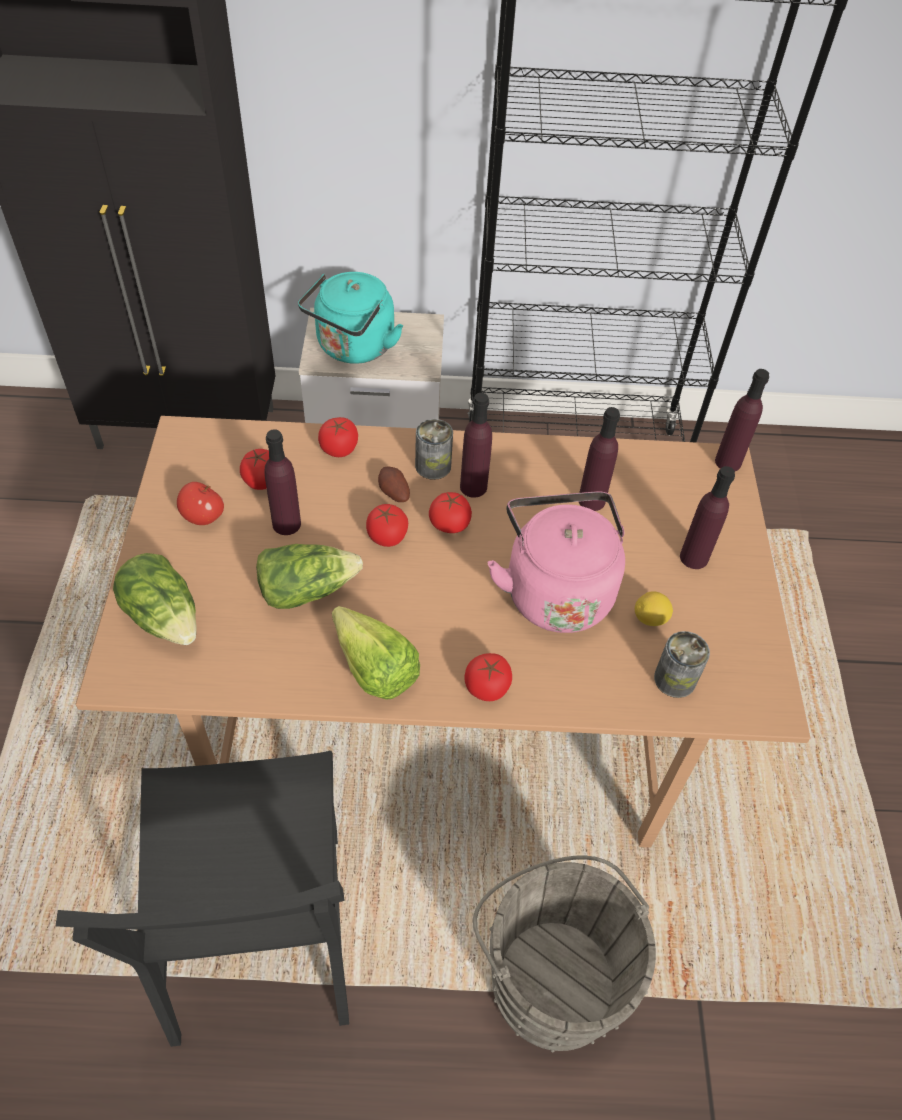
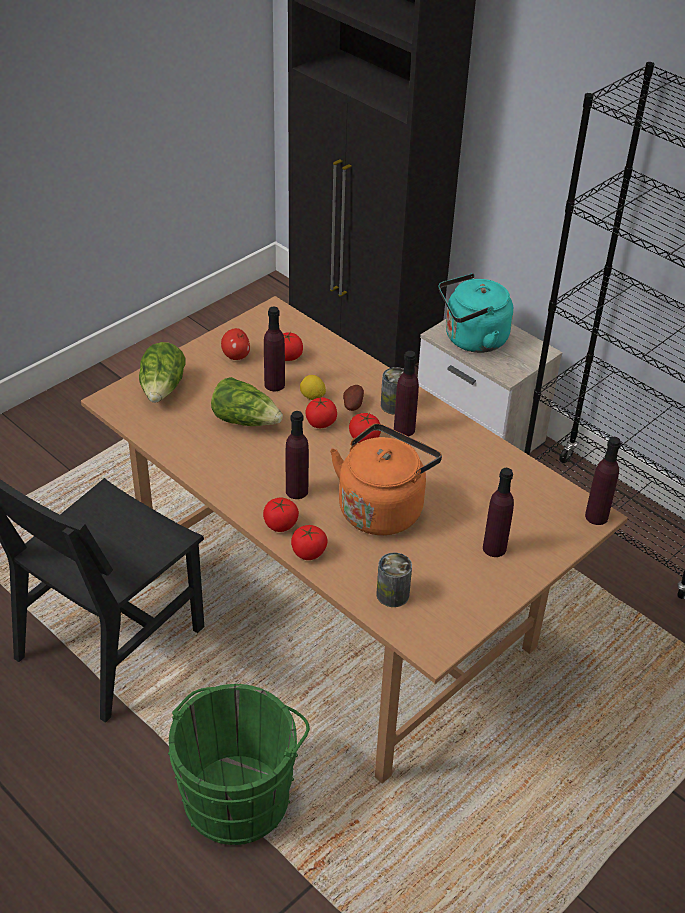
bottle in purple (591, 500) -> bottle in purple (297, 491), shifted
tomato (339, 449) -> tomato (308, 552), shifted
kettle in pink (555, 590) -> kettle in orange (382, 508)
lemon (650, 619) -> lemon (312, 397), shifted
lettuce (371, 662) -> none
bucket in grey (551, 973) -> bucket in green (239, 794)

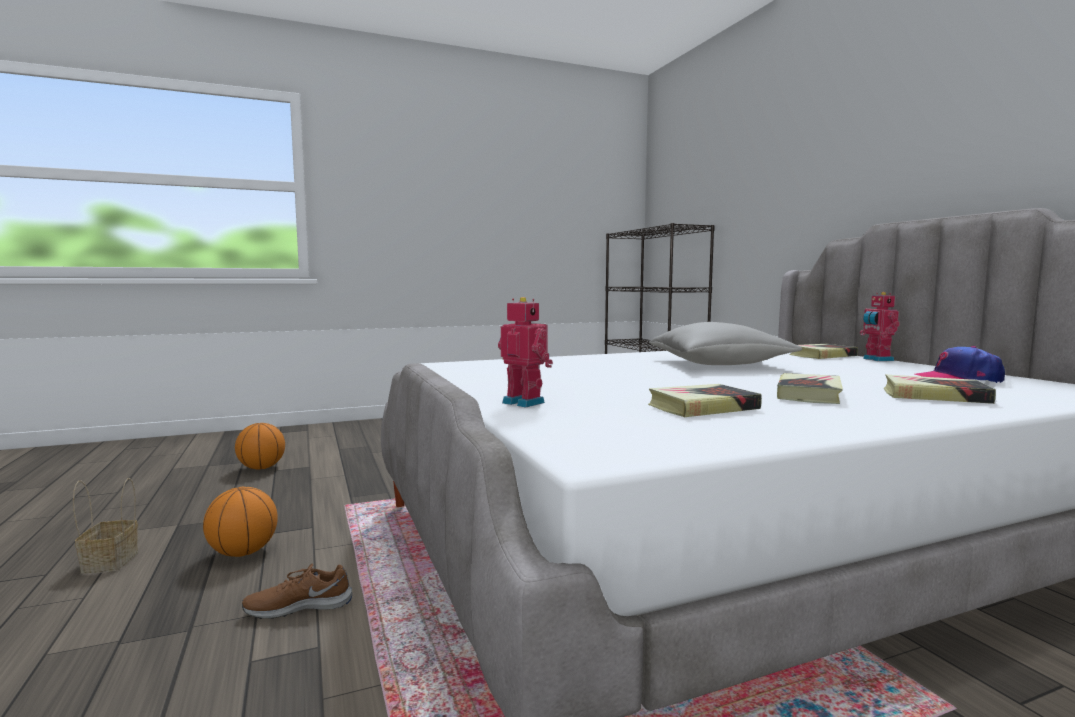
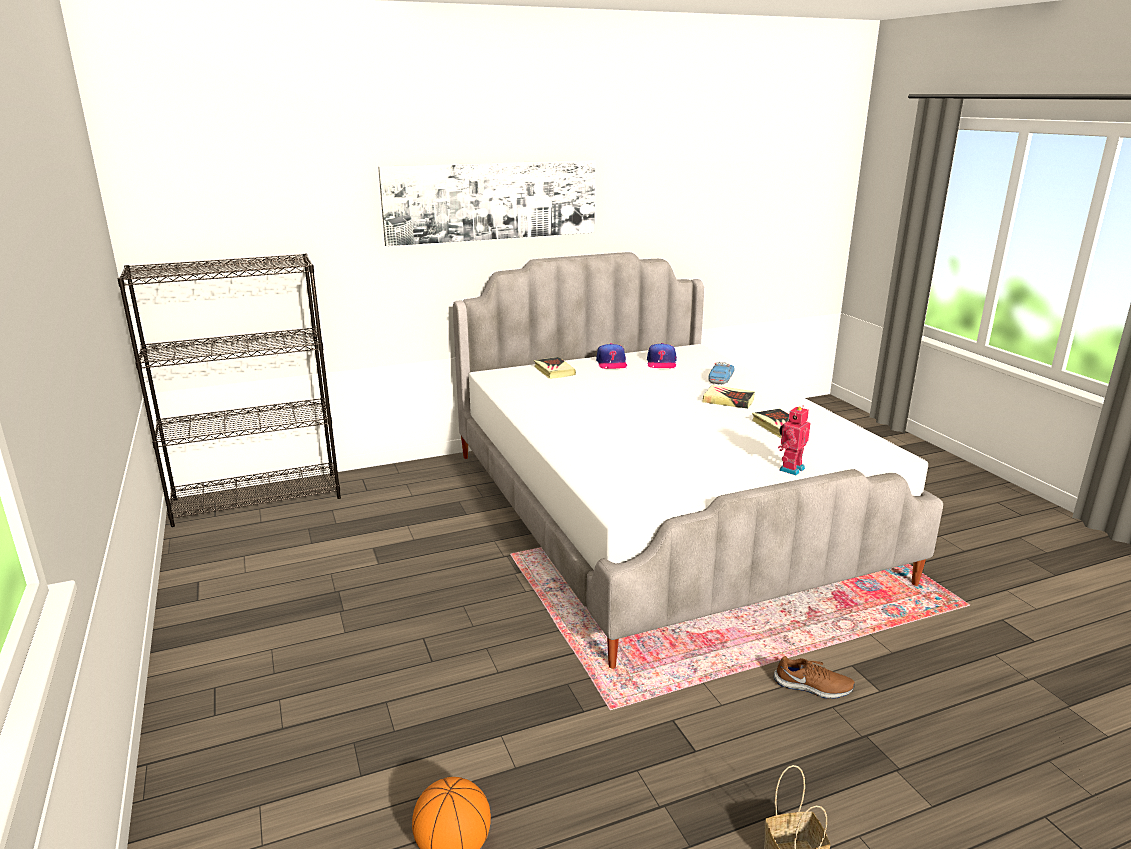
toy robot (876, 359) -> none
pillow in grey (719, 364) -> none
book (934, 396) -> toy car (720, 378)
basketball (243, 552) -> none
shoe in brown (299, 606) -> shoe in brown (813, 687), 60 degrees counterclockwise
none -> picture (491, 201)
none -> cap (611, 363)

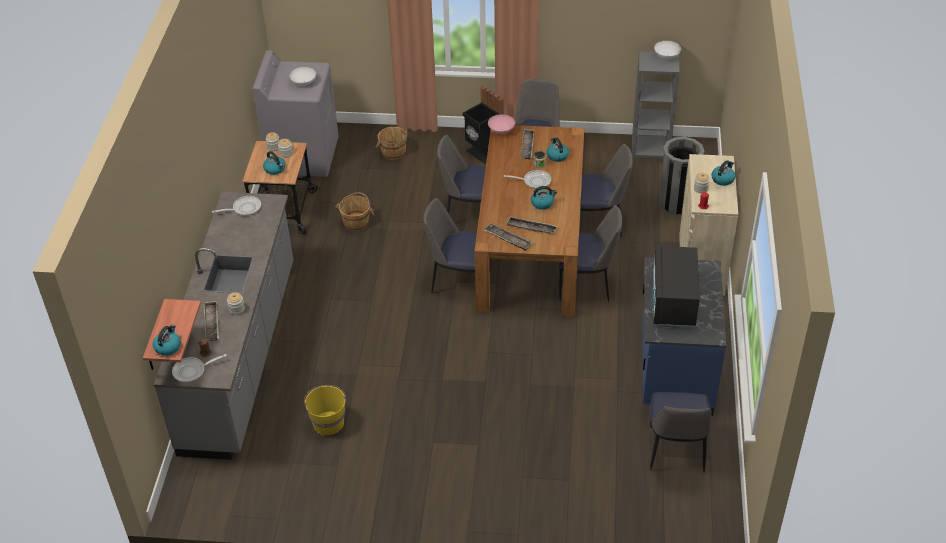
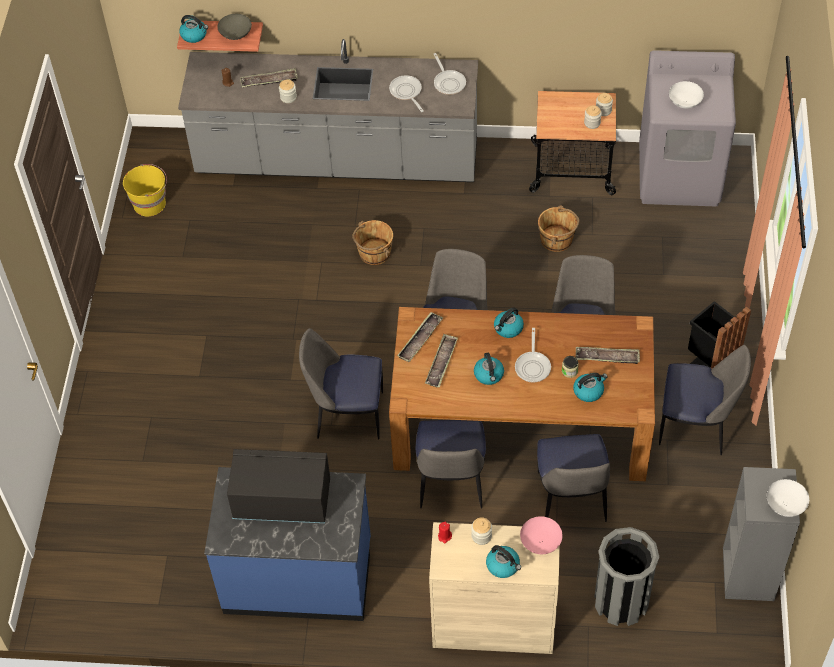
bowl in pink (501, 130) -> bowl in pink (540, 542), shifted
bucket in brown (394, 152) -> bucket in brown (374, 253), shifted
kettle (275, 169) -> kettle (508, 328), shifted
frying pan (192, 371) -> frying pan (406, 92), shifted
bucket in yellow (328, 422) -> bucket in yellow (150, 203), shifted
chair (676, 451) -> chair (347, 414), shifted
none -> bowl in grey (236, 34)

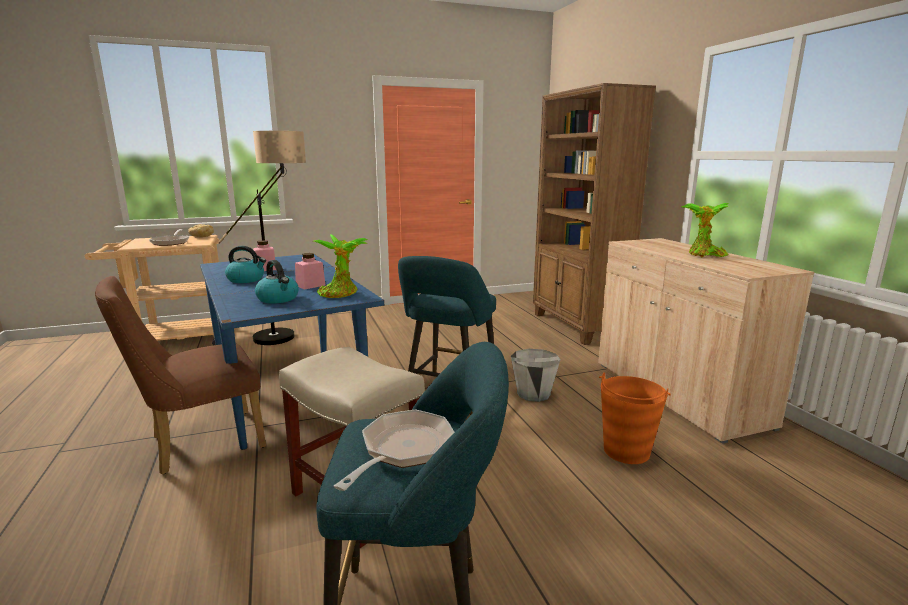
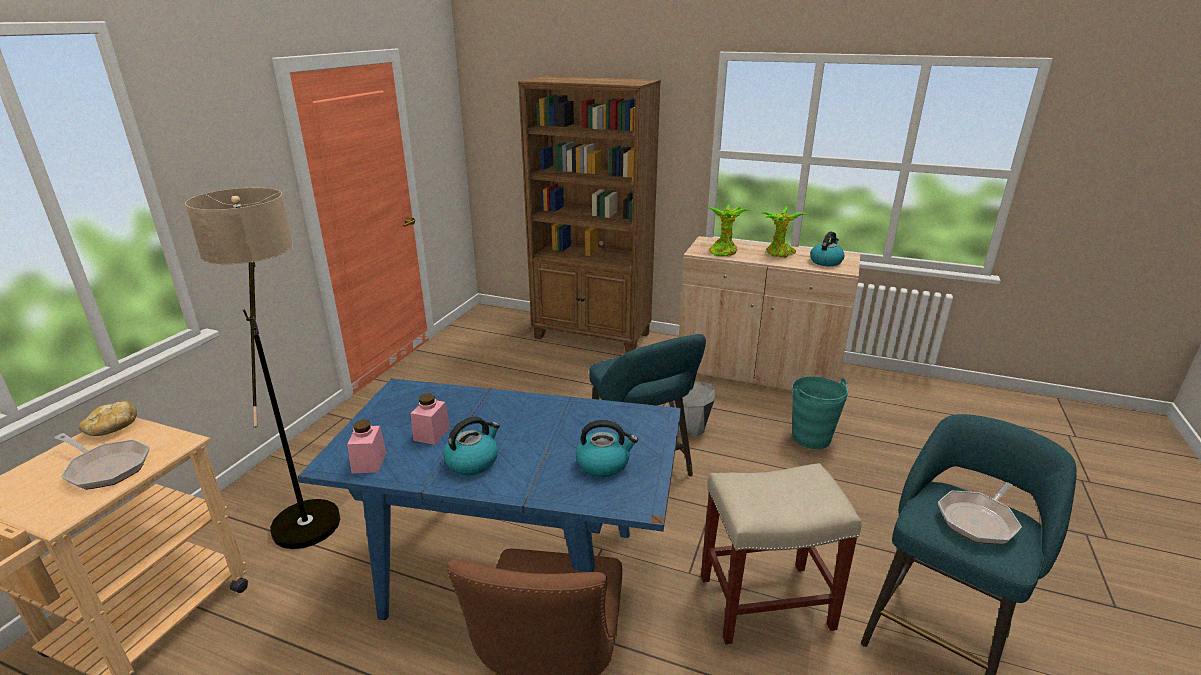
potted plant (341, 294) -> potted plant (723, 251), shifted
jar in pink (310, 285) -> jar in pink (369, 462), shifted
bucket in orange (626, 451) -> bucket in turquoise (811, 438)
frying pan (403, 450) -> frying pan (979, 519), 105 degrees counterclockwise
none -> kettle (826, 261)

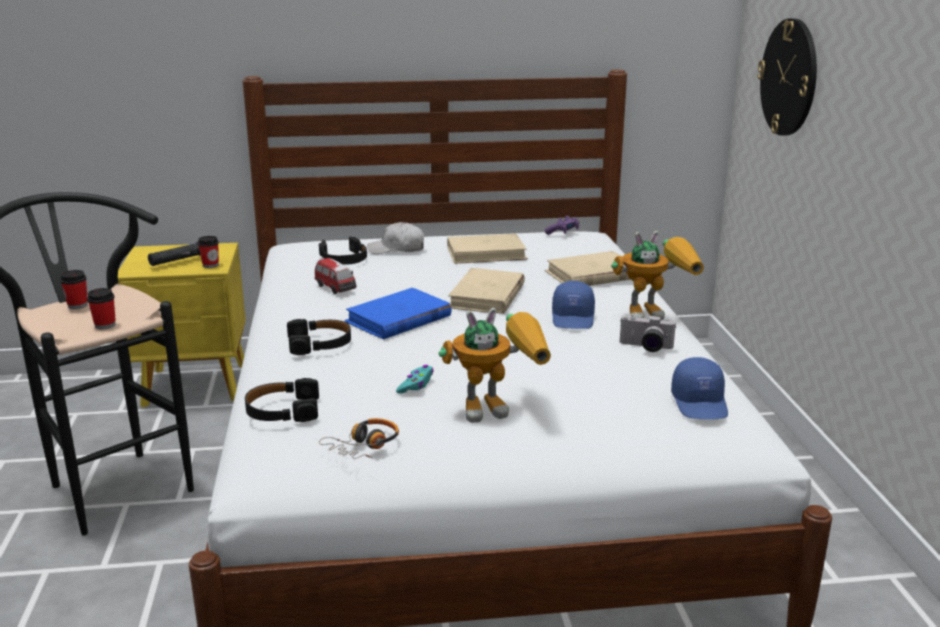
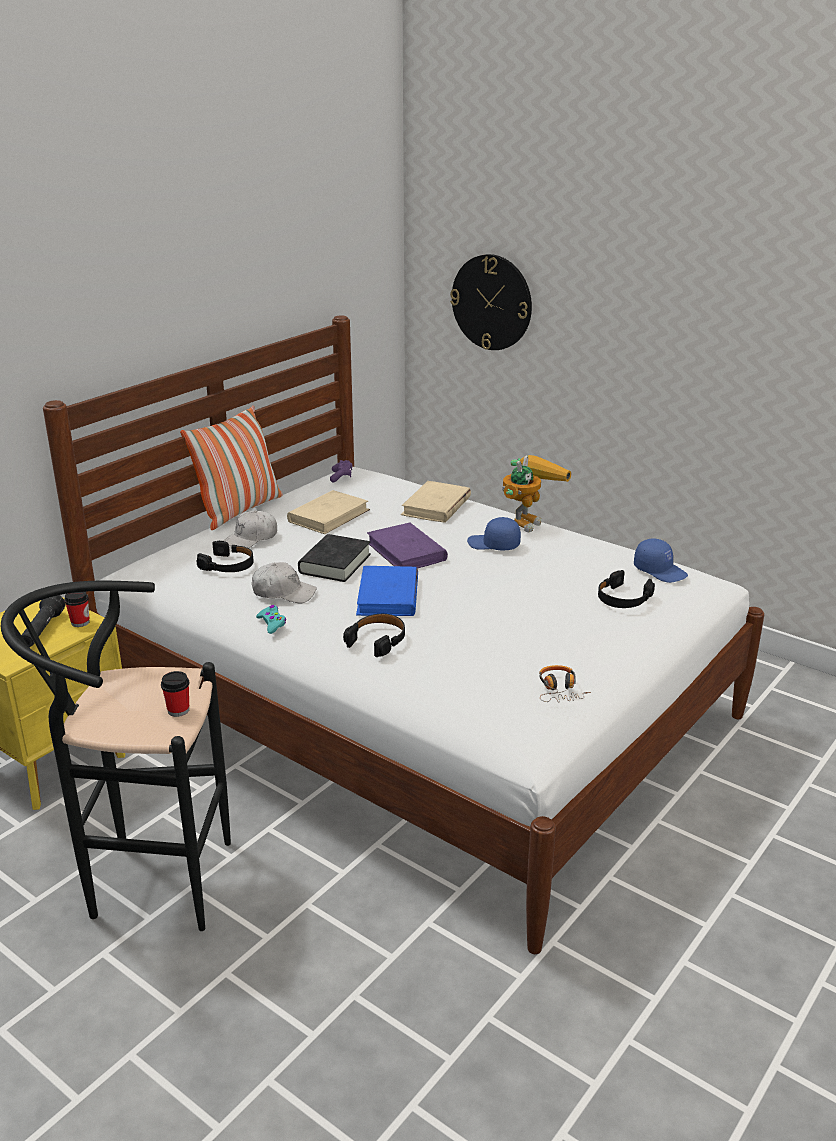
toy car (336, 288) -> cap in white (283, 592)
book in beige (487, 296) -> book in purple (406, 552)
cup (77, 305) -> none
cap in blue (573, 318) -> cap in blue (493, 545), 150 degrees clockwise
toy robot (499, 407) -> none
photo camera (645, 347) -> none
game controller in turquoise (416, 385) -> game controller in turquoise (272, 623), shifted
headphones in black (282, 411) -> headphones in black (623, 598), shifted
none -> pillow (239, 510)
none -> book in black (335, 564)

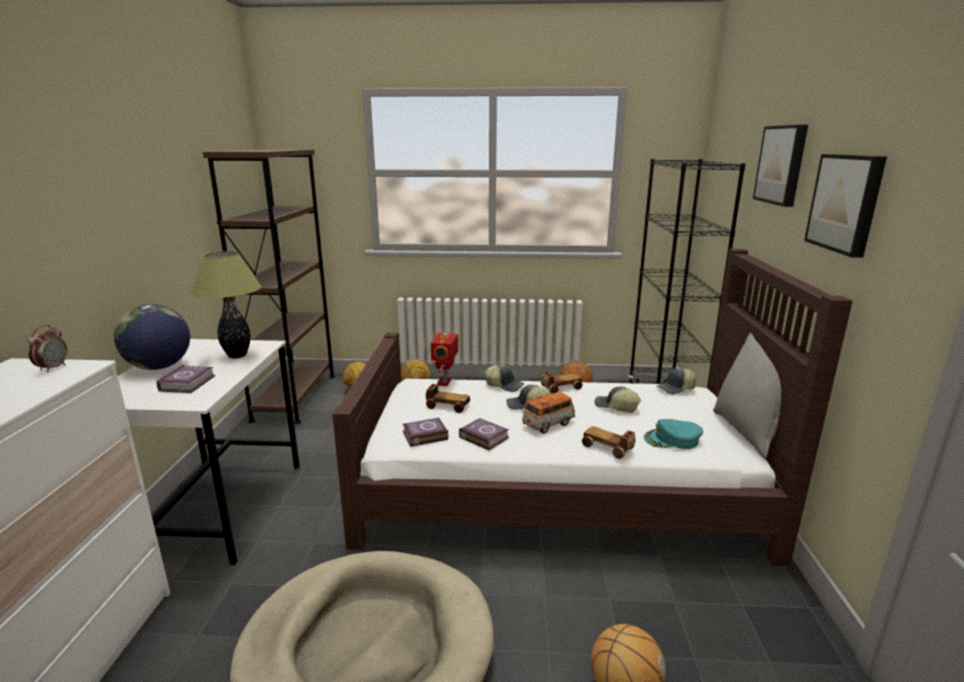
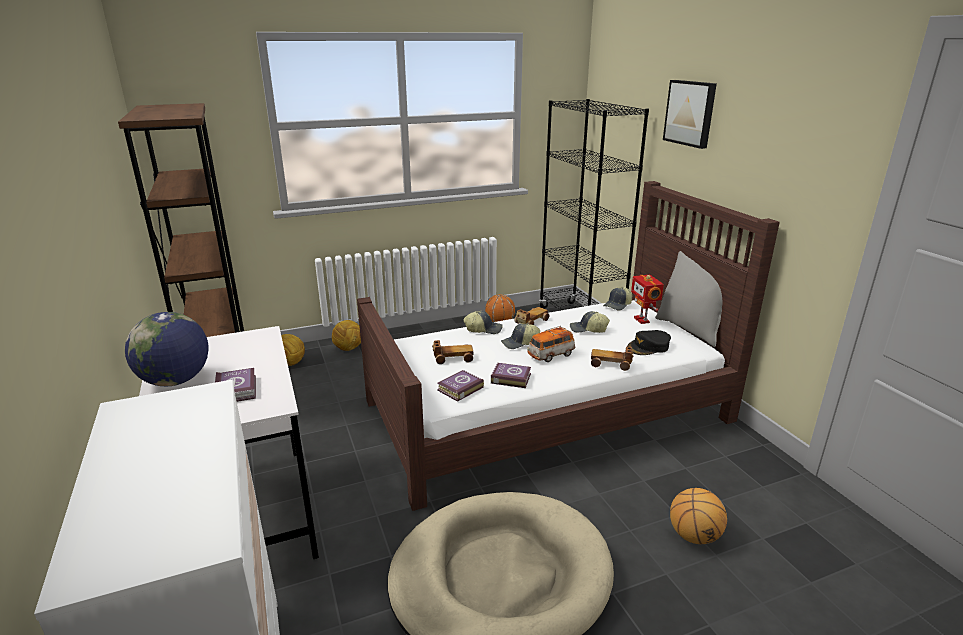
picture (846, 203) -> none
table lamp (238, 355) -> none
alarm clock (53, 368) -> none
toy robot (445, 382) -> toy robot (642, 320), shifted
toy car (548, 424) -> toy car (550, 355), 150 degrees counterclockwise
cap in turquoise (672, 440) -> cap in black (648, 347)

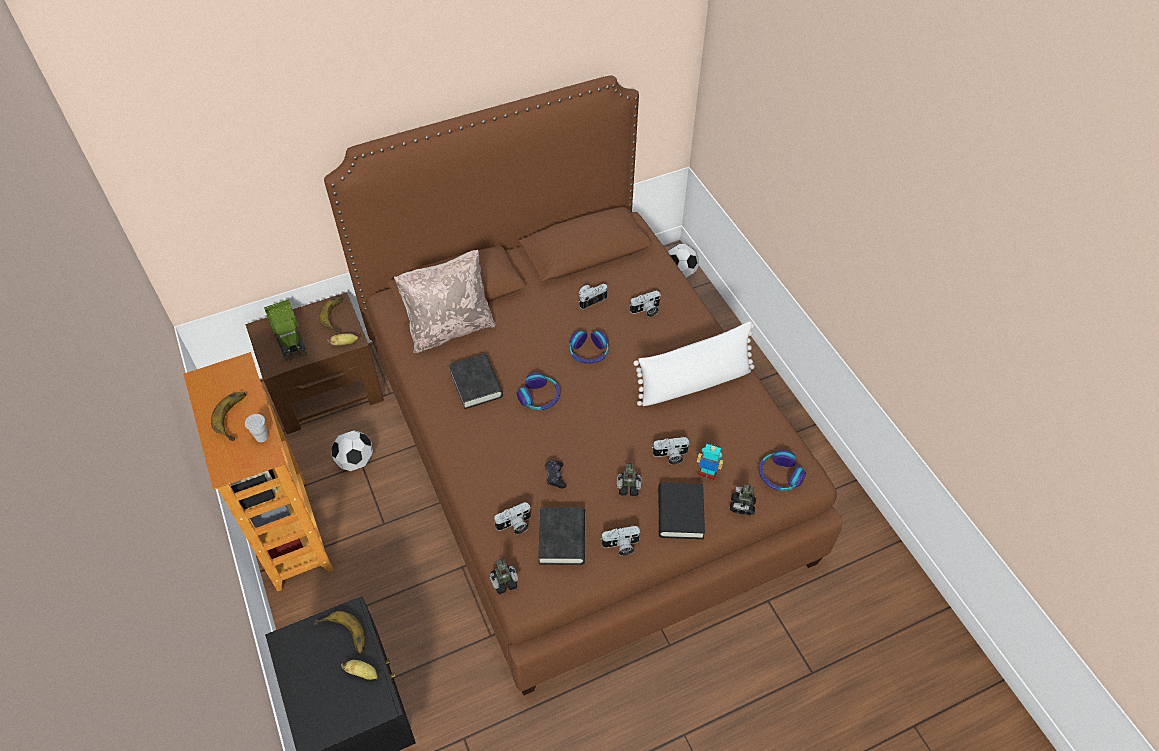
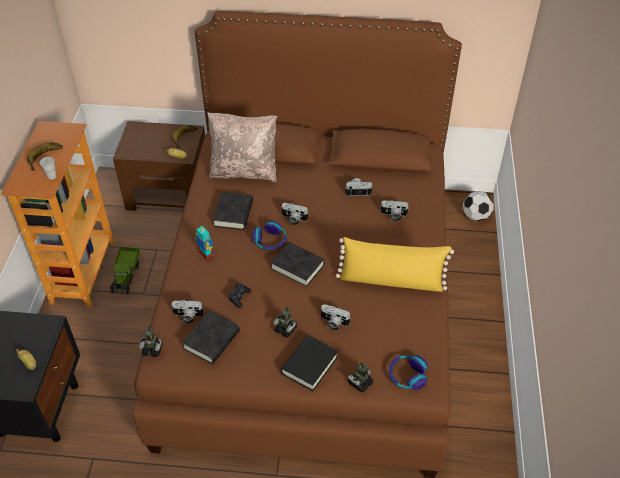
toy truck (289, 337) -> toy truck (126, 276), shifted
pillow in white (694, 383) -> pillow in yellow (391, 280)
headphones (588, 352) -> none
football (356, 461) -> none
toy robot (707, 473) -> toy robot (206, 254), shifted
photo camera (621, 546) -> photo camera (293, 219), shifted
banana (341, 637) -> none
none -> book in black (297, 267)

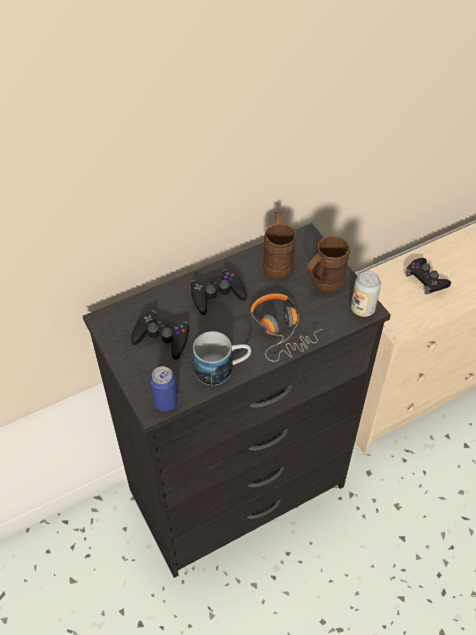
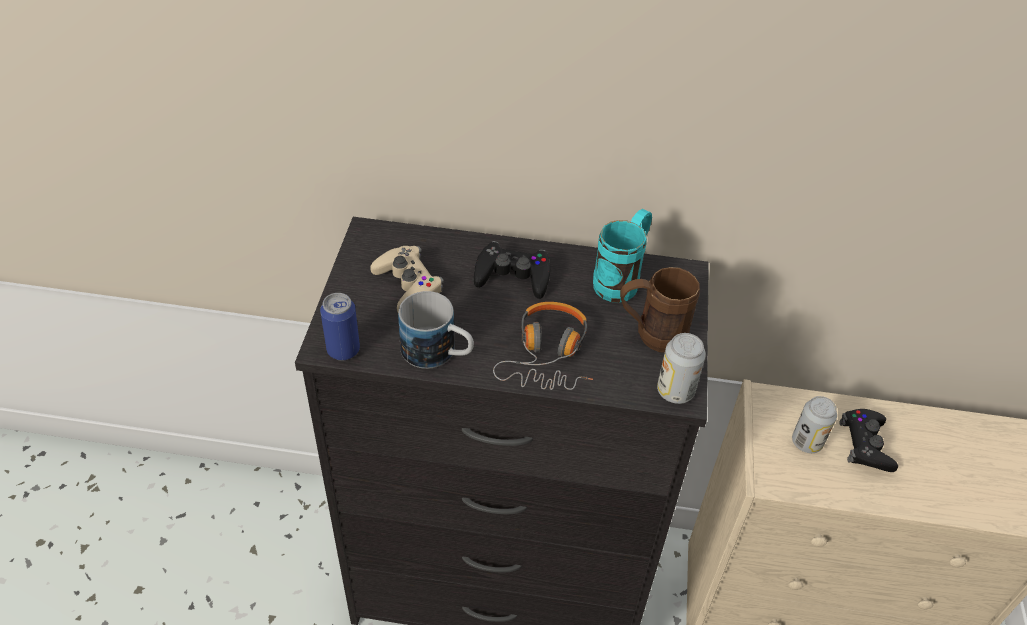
mug in brown (278, 261) -> mug in turquoise (622, 280)
game controller in black (162, 338) -> game controller in beige (408, 284)
none -> can (806, 442)

